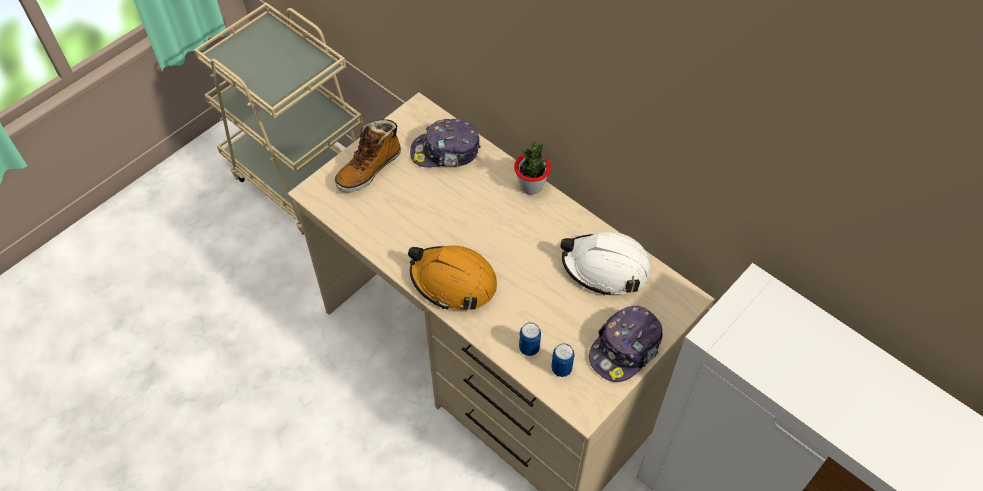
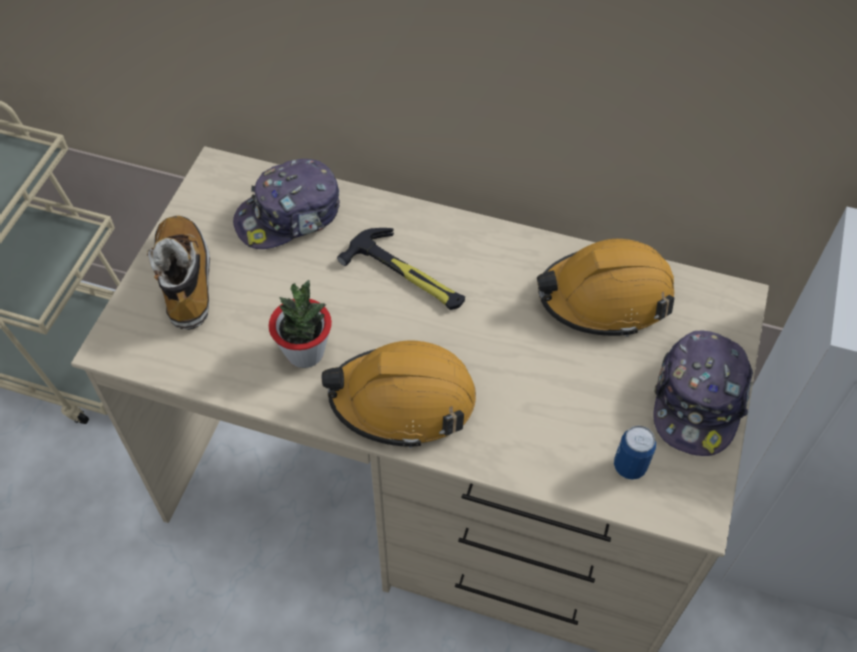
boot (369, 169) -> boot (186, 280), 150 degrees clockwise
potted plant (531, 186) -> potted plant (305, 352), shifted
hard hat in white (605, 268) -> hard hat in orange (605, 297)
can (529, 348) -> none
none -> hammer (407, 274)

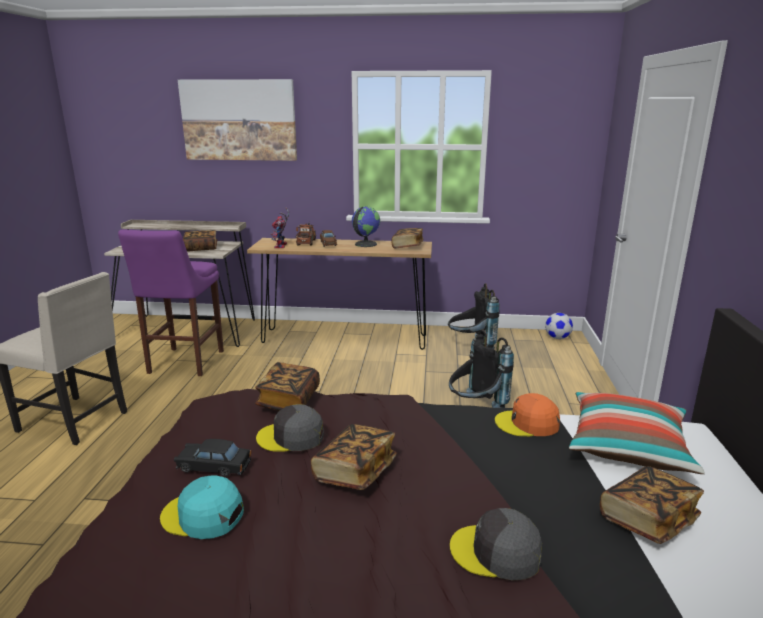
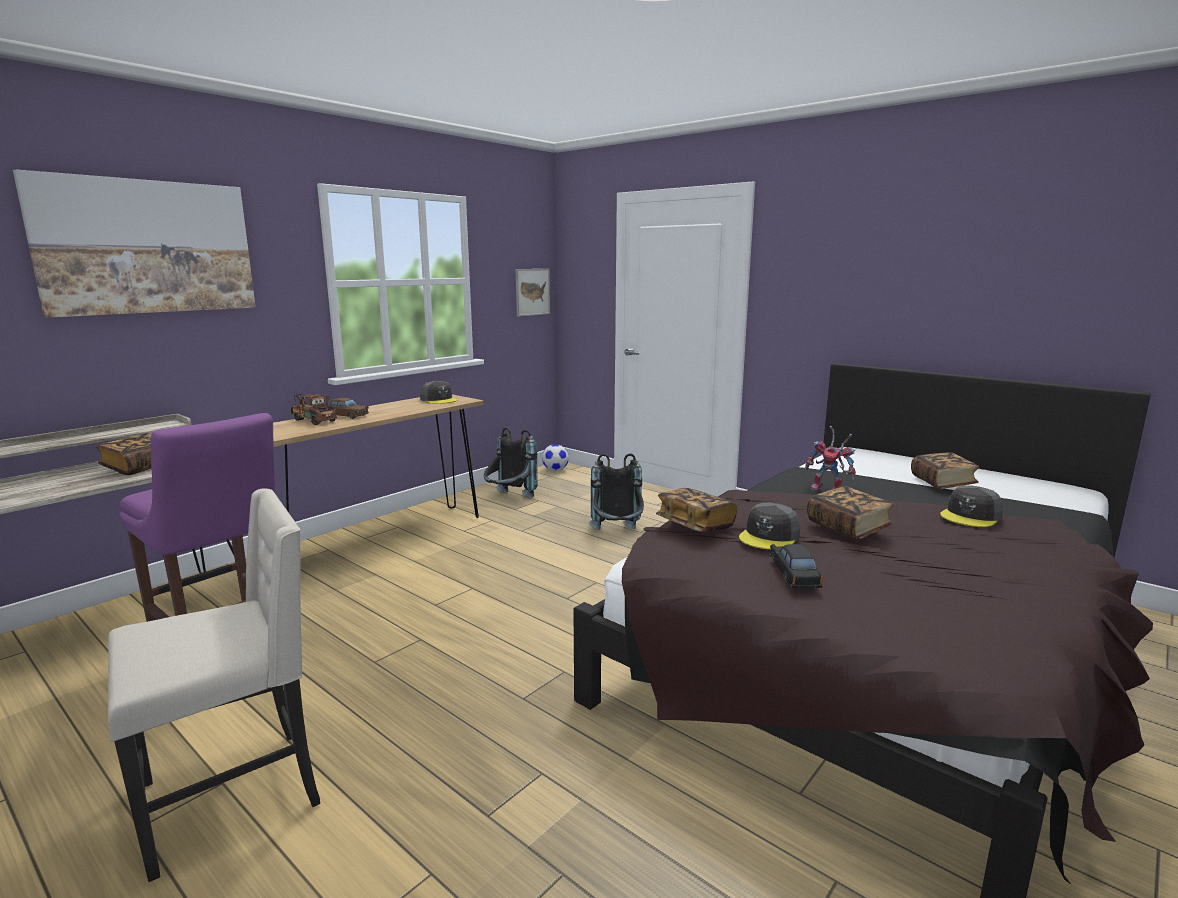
globe (365, 244) -> none
toy robot (281, 246) -> toy robot (829, 489), shifted
book (407, 246) -> cap in grey (439, 400)
pillow (627, 446) -> none
cap in orange (527, 423) -> none
toy car in black (214, 466) -> toy car in black (794, 574), 135 degrees clockwise
cap in turquoise (203, 515) -> none
none -> picture (532, 292)

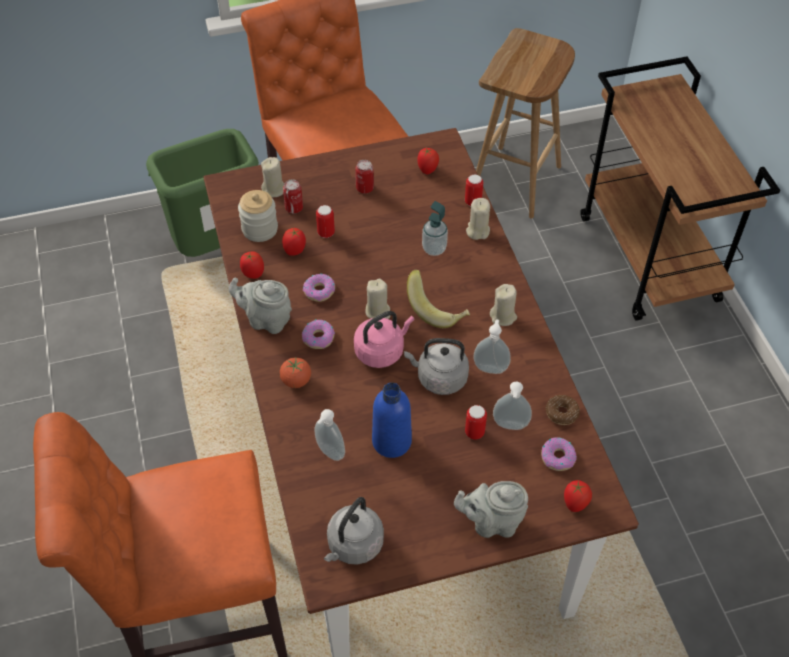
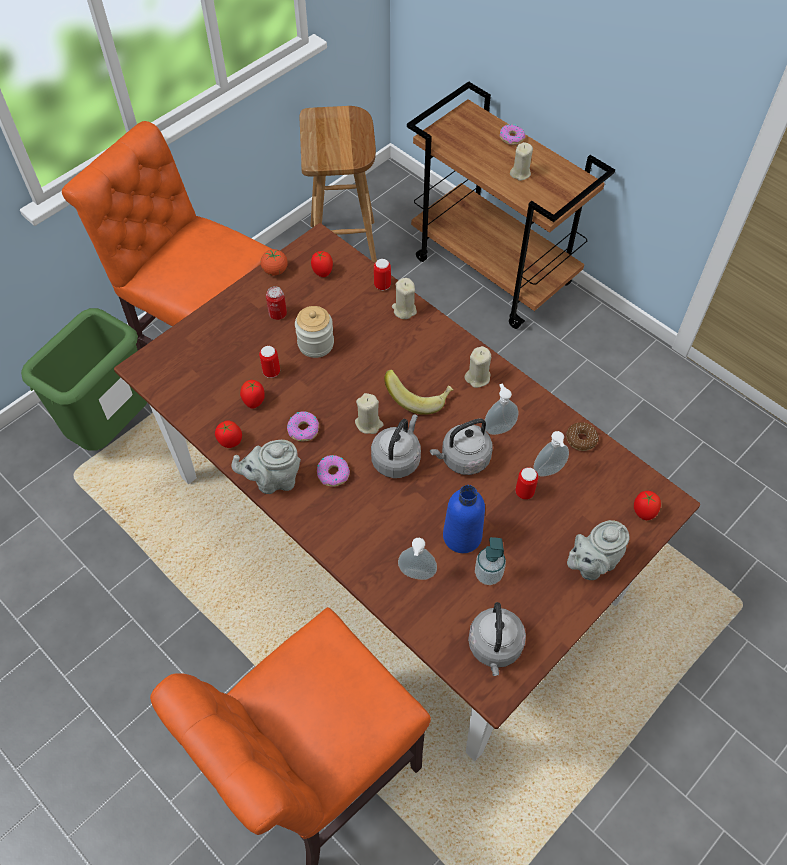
candle in beige (274, 189) -> candle in beige (520, 173), shifted
can (294, 208) -> none
jar (260, 229) -> jar (316, 344), shifted
soap dispenser (434, 249) -> soap dispenser (488, 574), shifted
kettle in pink (381, 351) -> kettle in grey (397, 458)
tomato (296, 381) -> tomato (275, 270), shifted
donut (558, 457) -> donut (511, 137), shifted

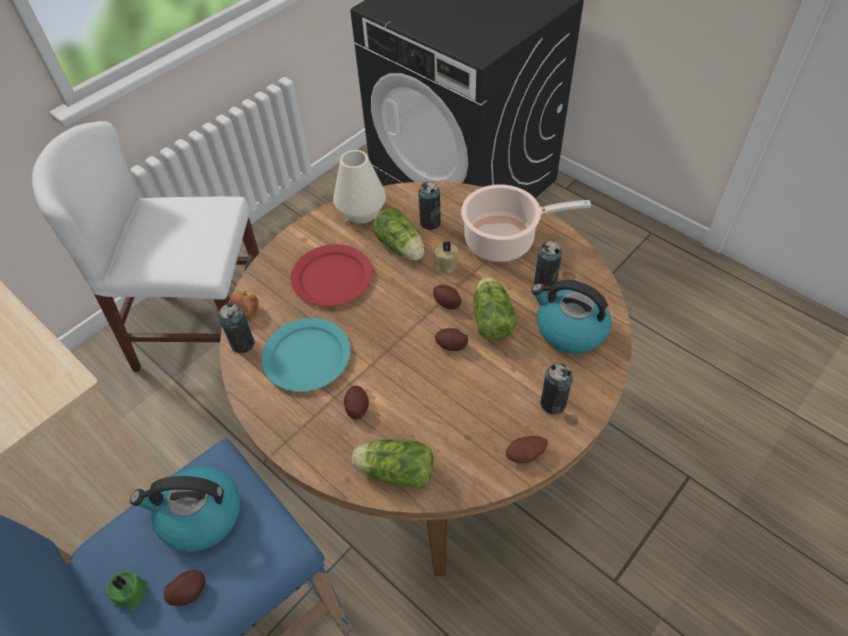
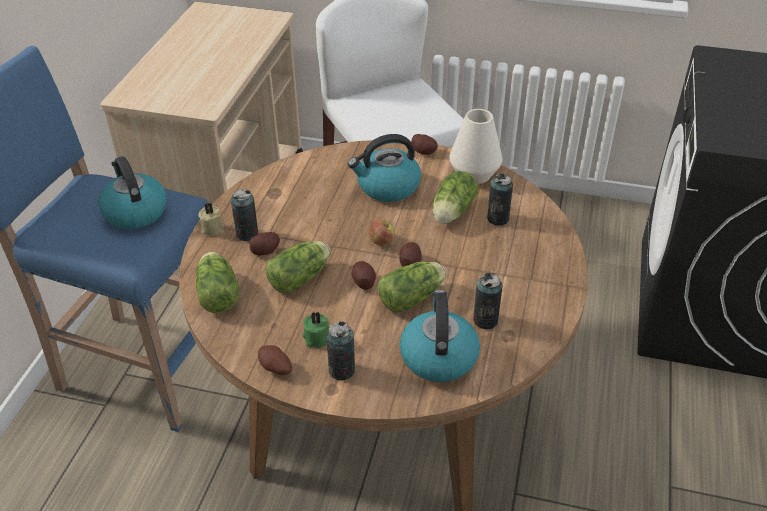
cooking pot (504, 240) -> none
candle in beige (445, 264) -> candle in beige (212, 228), shifted
plate in red (333, 277) -> kettle (387, 187)
apple (247, 311) -> apple (381, 242), shifted
can (243, 344) -> can (247, 234), shifted
plate in turquoise (306, 356) -> none
candle in green (130, 594) -> candle in green (316, 338), shifted
potato (189, 591) -> potato (424, 151), shifted
none -> lettuce (301, 277)

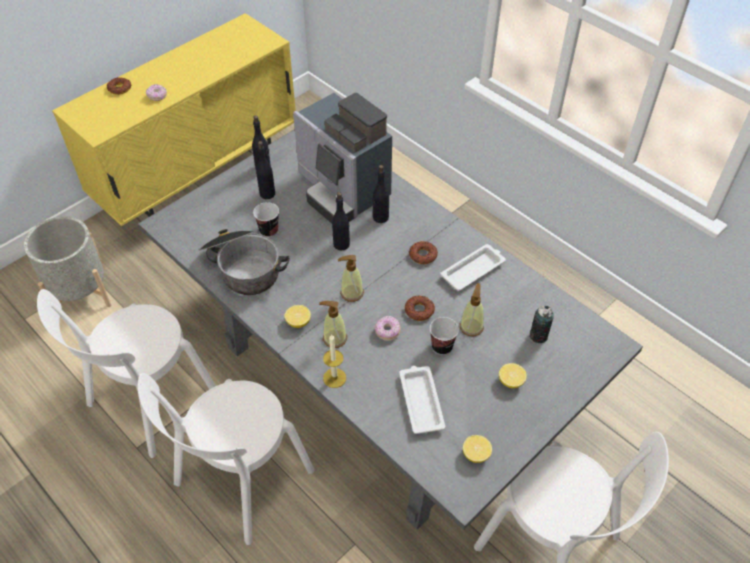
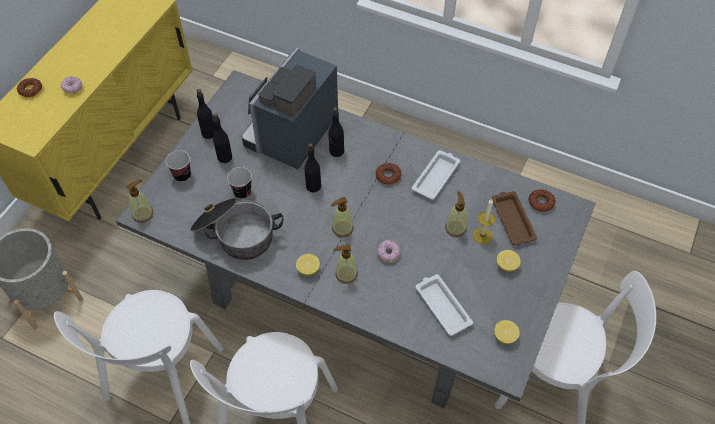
coffee machine (342, 191) -> coffee machine (291, 135), 90 degrees clockwise
donut (419, 310) -> donut (541, 202), shifted
can (538, 336) -> tray in brown (512, 219)
cup (442, 347) -> cup (182, 175), shifted
candle (334, 378) -> candle (482, 235), shifted
none -> soap dispenser (143, 214)

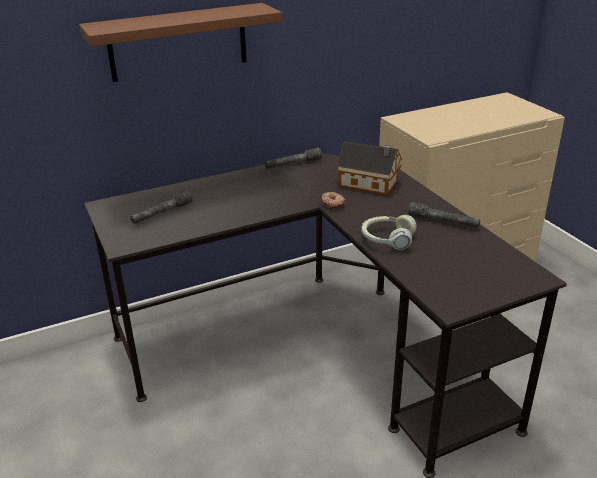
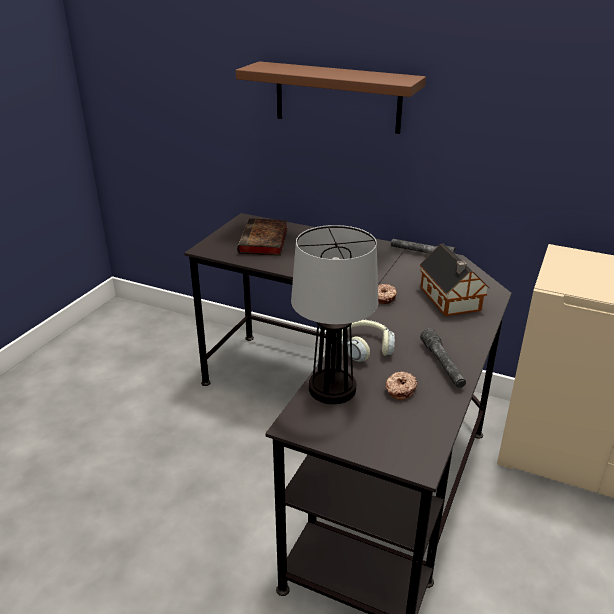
flashlight in grey (162, 213) -> book (264, 242)
none -> table lamp (332, 388)
none -> donut (400, 389)

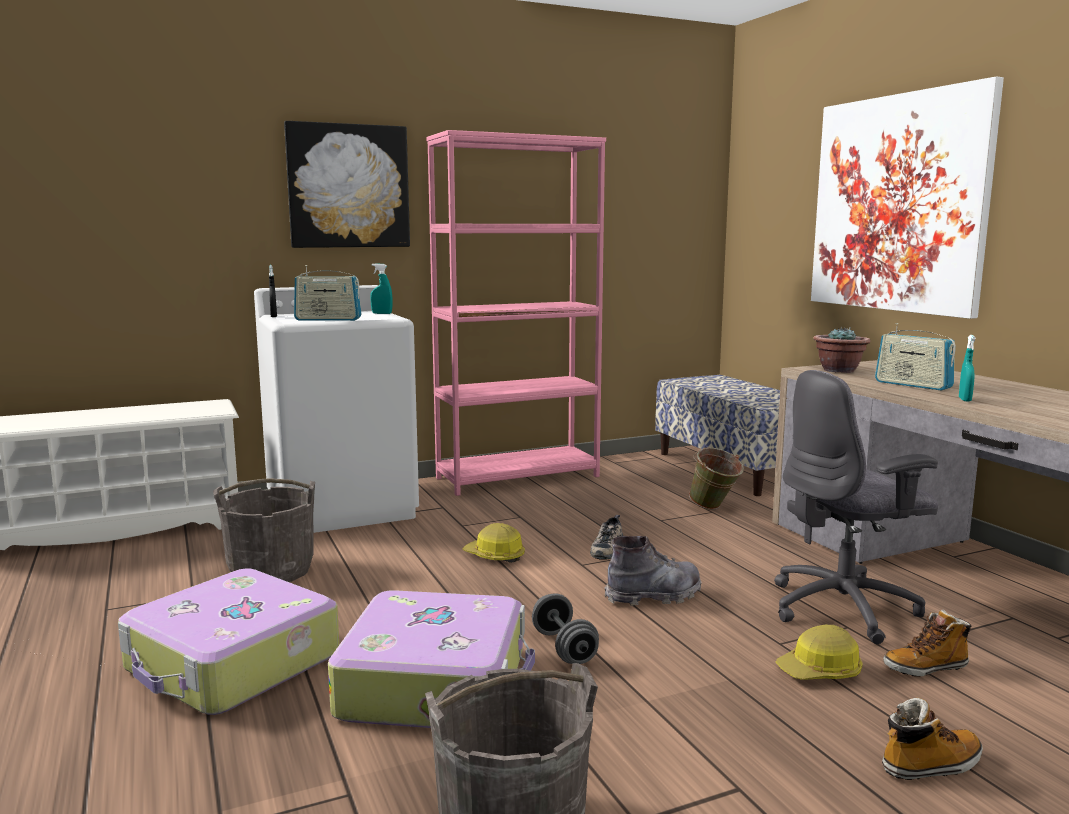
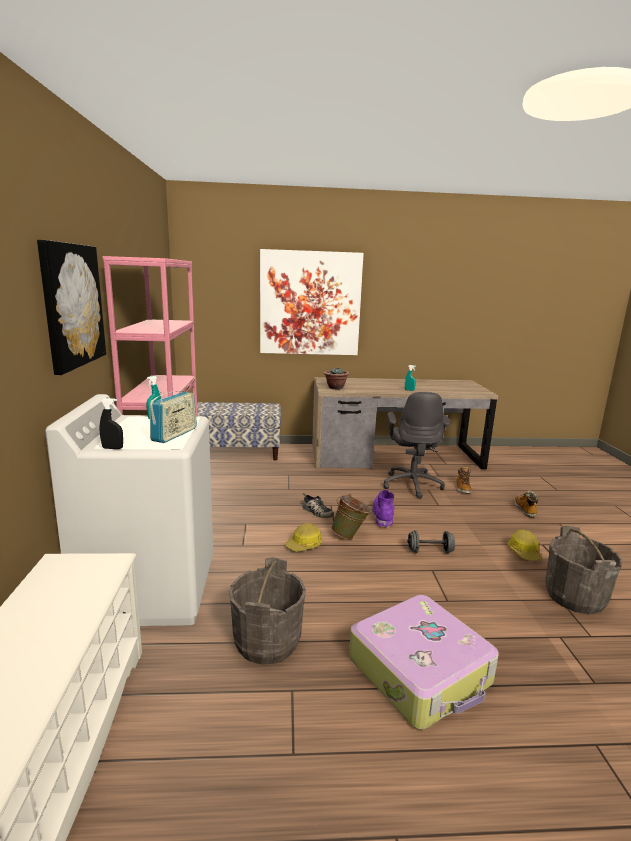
radio (912, 385) -> none
bucket in green (714, 508) -> bucket in green (350, 535), shifted
boot in grey (654, 596) -> boot in purple (383, 516)
suitcase (436, 683) -> none
hard hat (820, 671) -> hard hat (524, 552), shifted

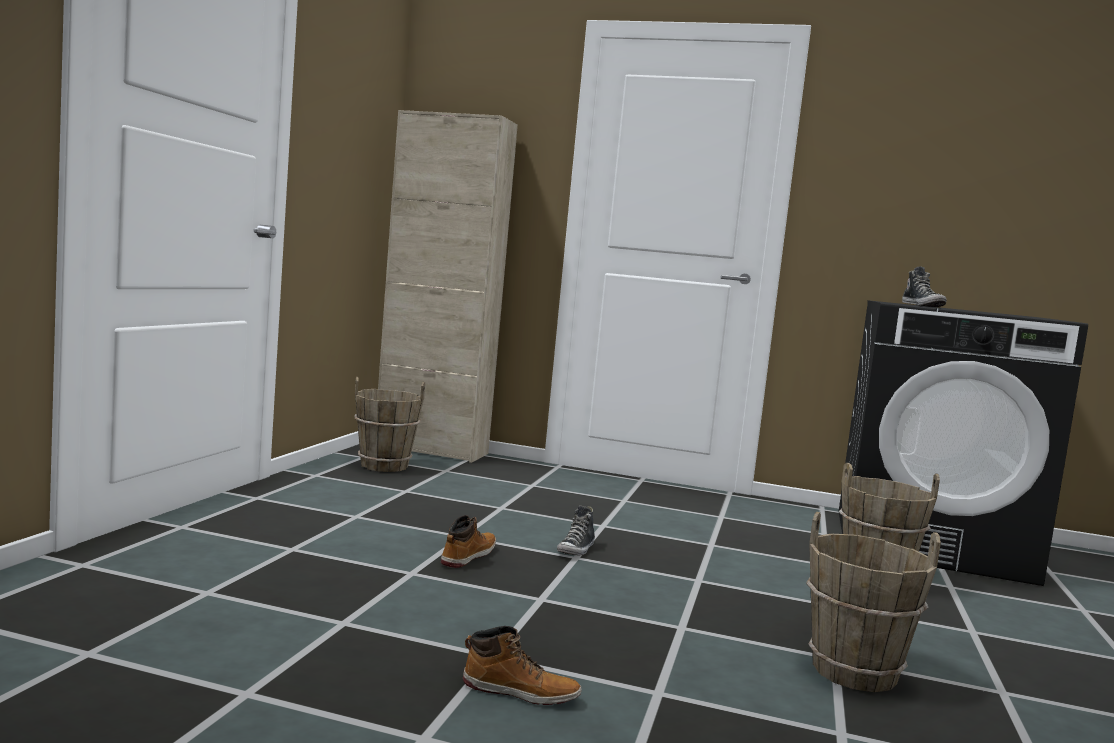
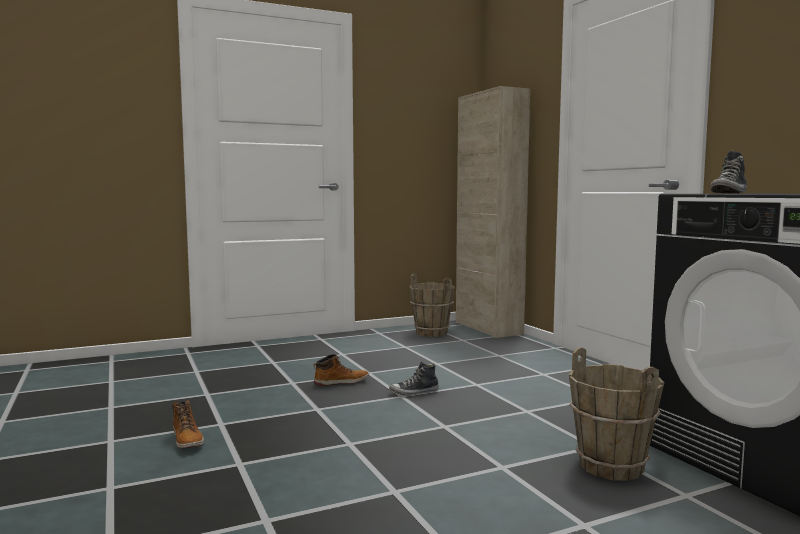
bucket in brown (854, 672) -> none

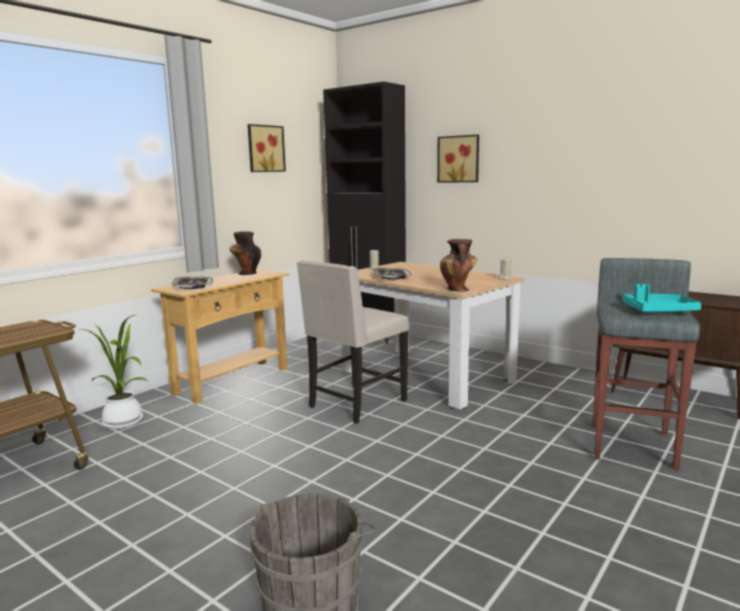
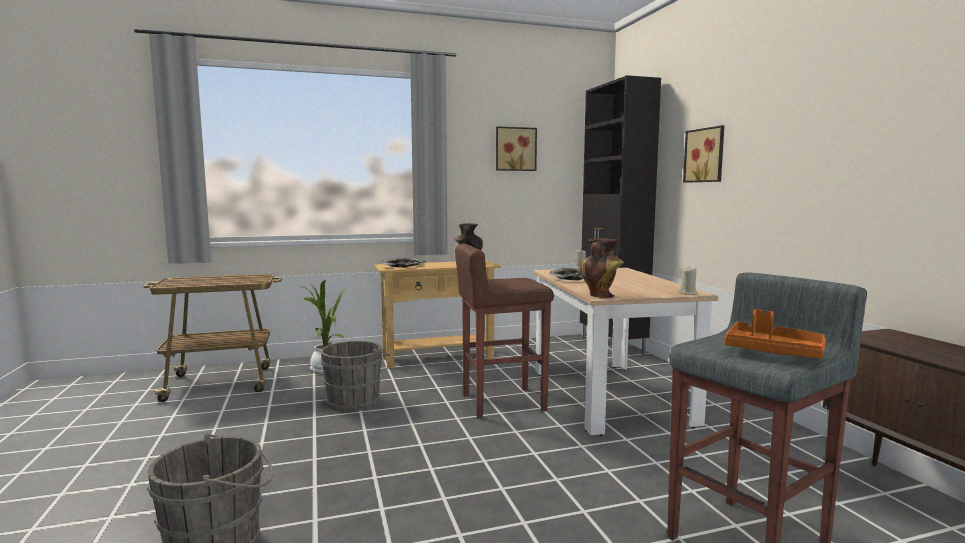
chair in beige (355, 404) -> stool in brown (501, 402)
tray in turquoise (658, 311) -> tray in orange (773, 352)
none -> bucket in grey (355, 400)

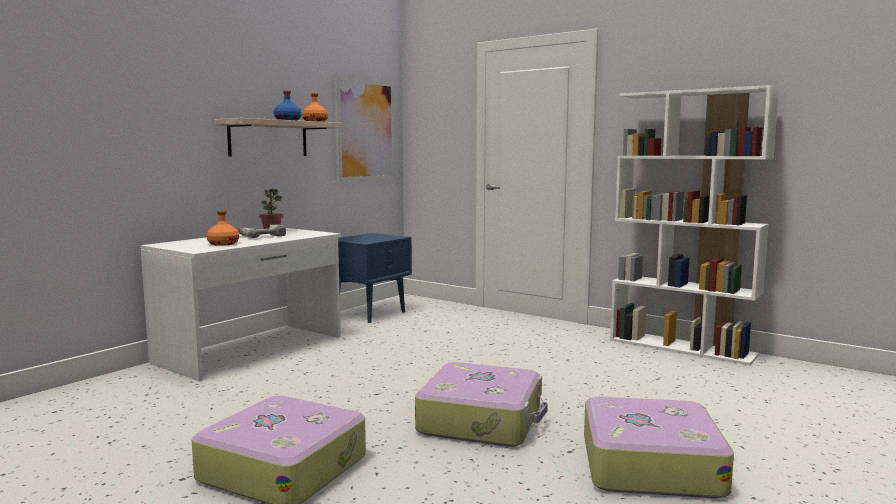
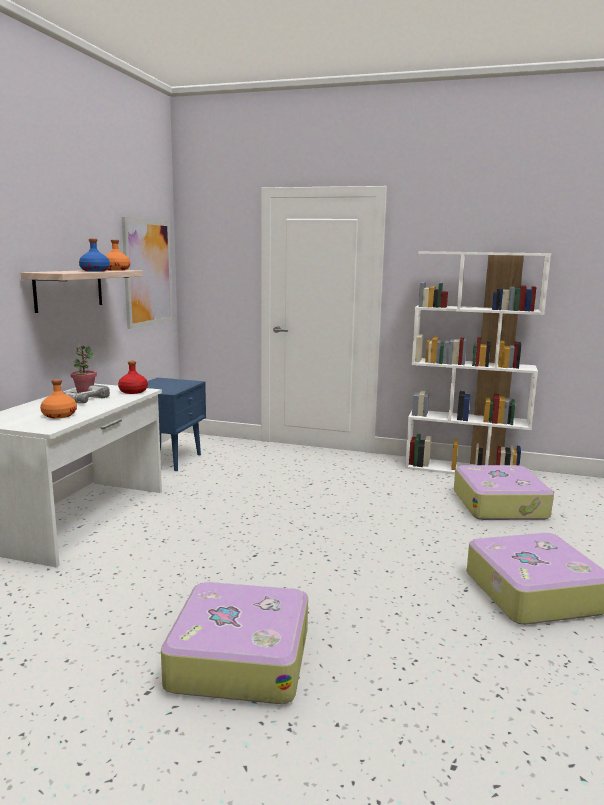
suitcase (482, 420) -> suitcase (500, 504), shifted
none -> bottle in red (133, 391)

